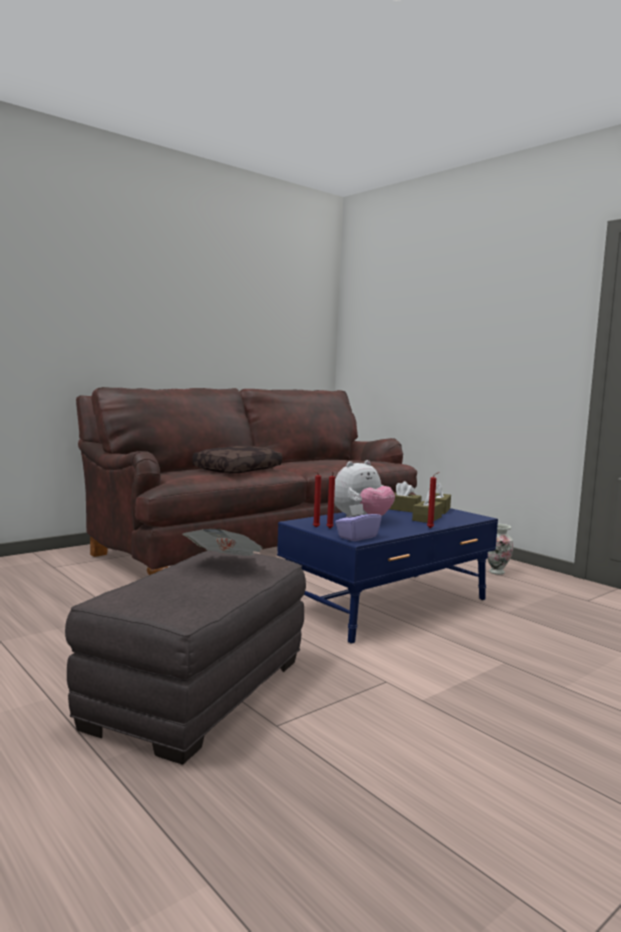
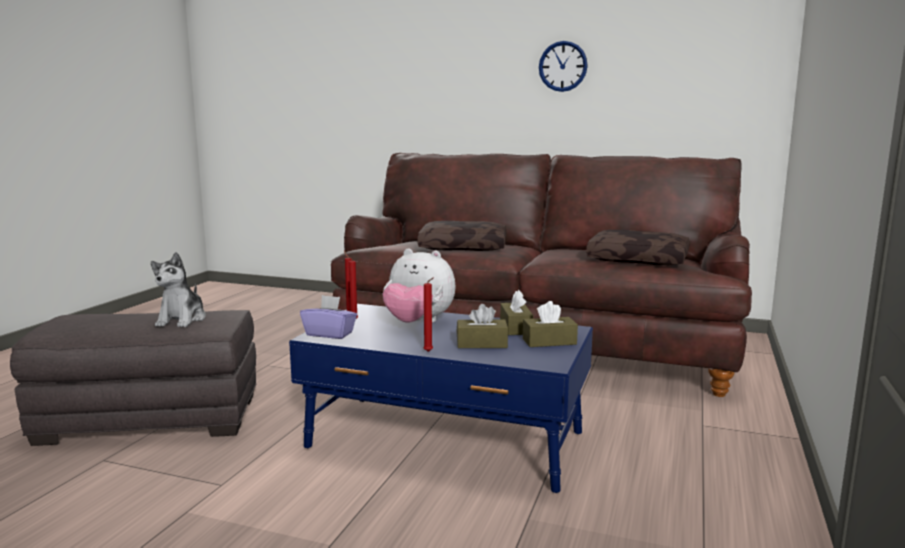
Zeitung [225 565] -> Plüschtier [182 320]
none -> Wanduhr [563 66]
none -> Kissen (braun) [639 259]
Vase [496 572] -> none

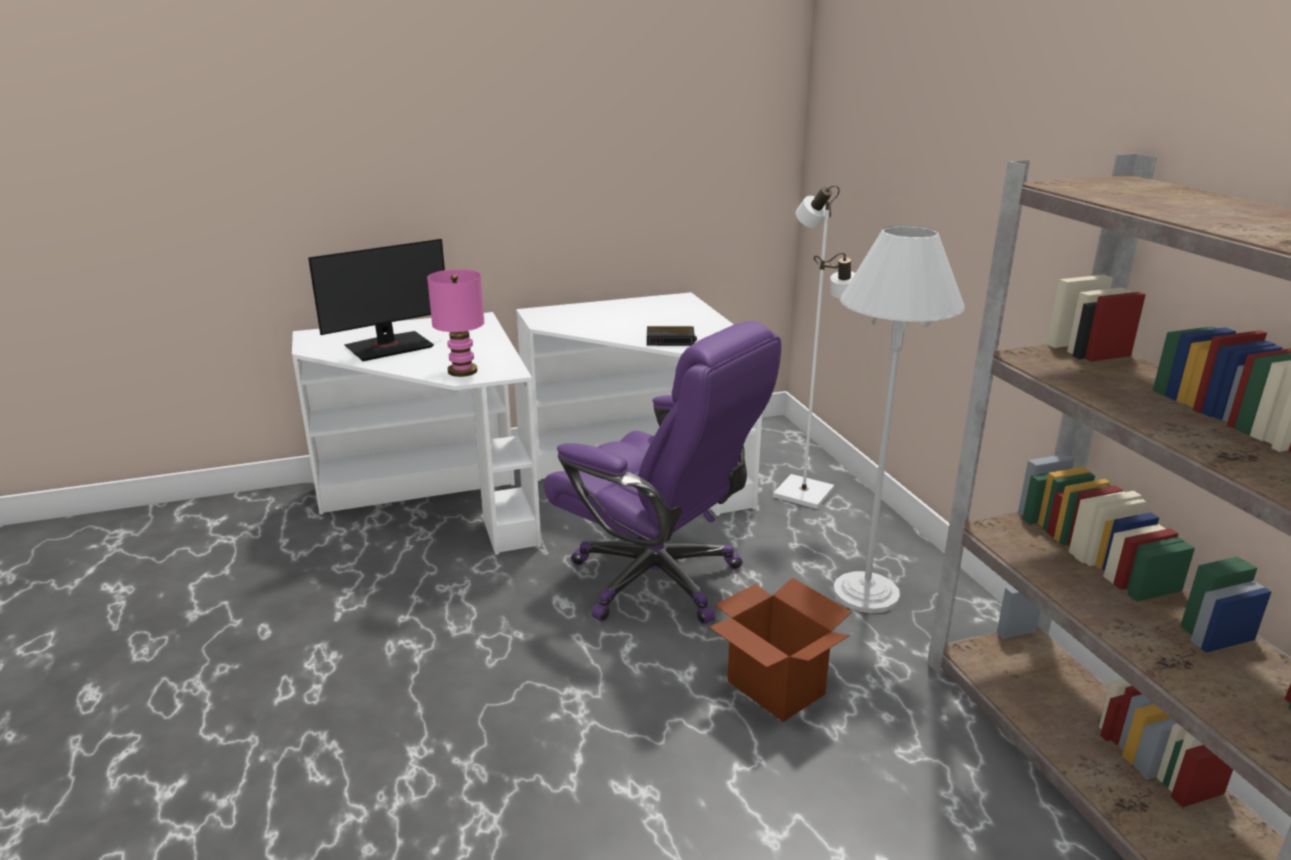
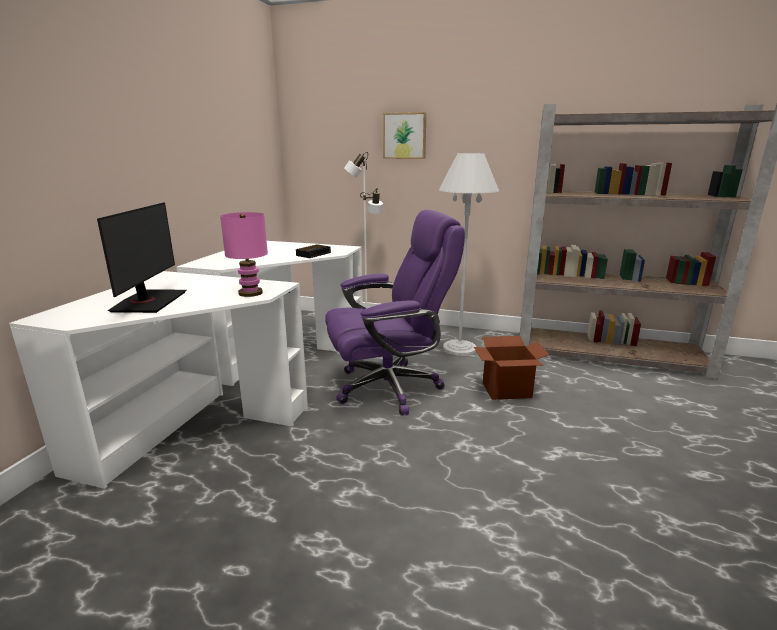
none -> Bild [405 136]

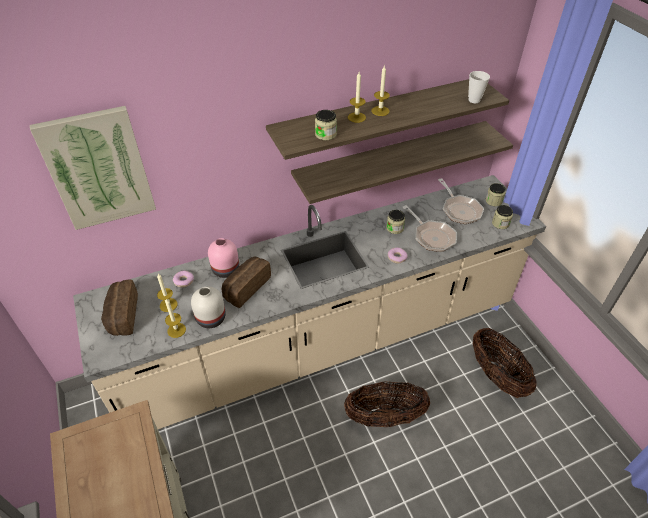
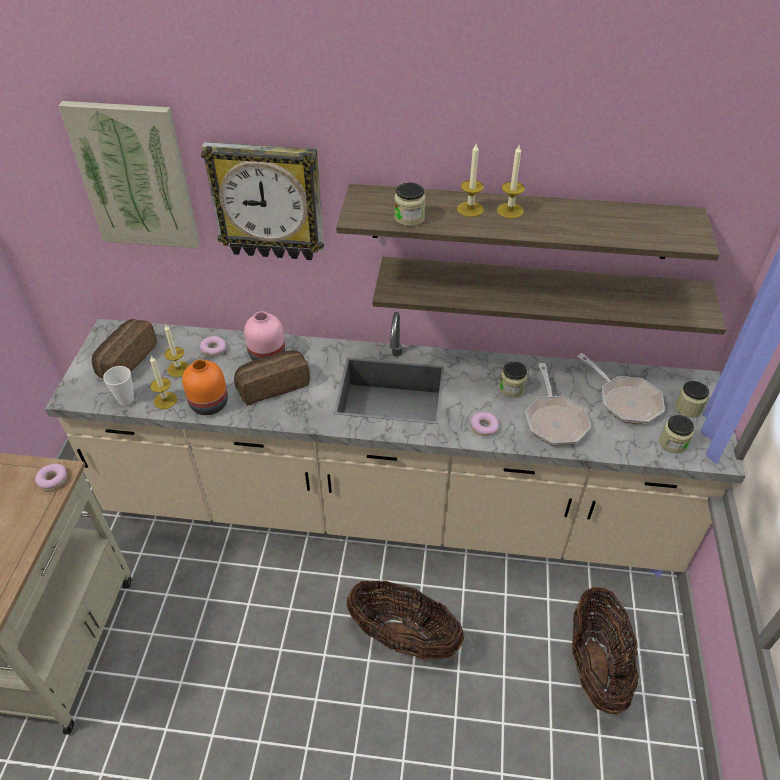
none -> Donut [53 480]
Tasse [474 100] -> Tasse [126 399], move
Vase (weiß) [212 318] -> Vase (orange) [210 404]
none -> Wanduhr [268 201]
Pfanne [459 210] -> Pfanne [625 400], 45 degrees counterclockwise

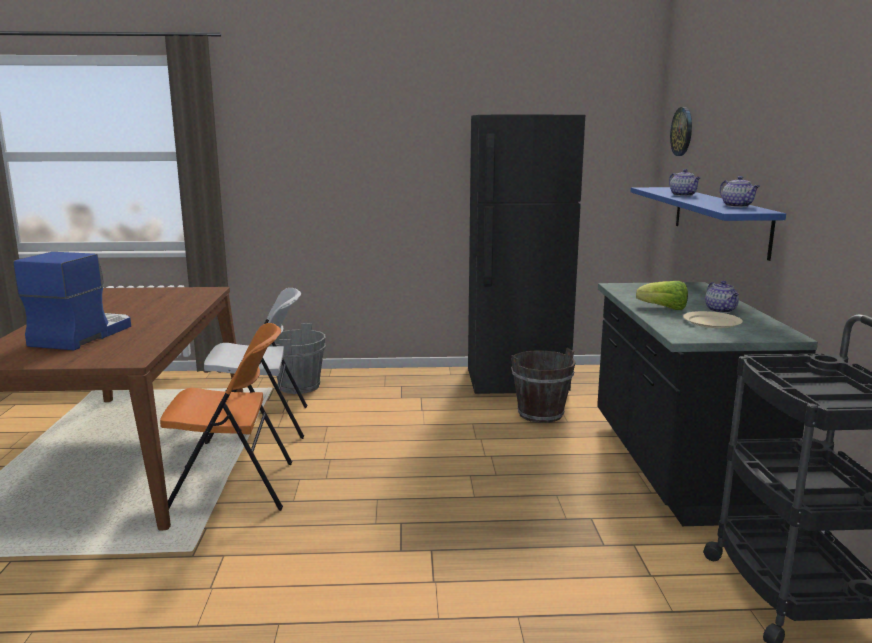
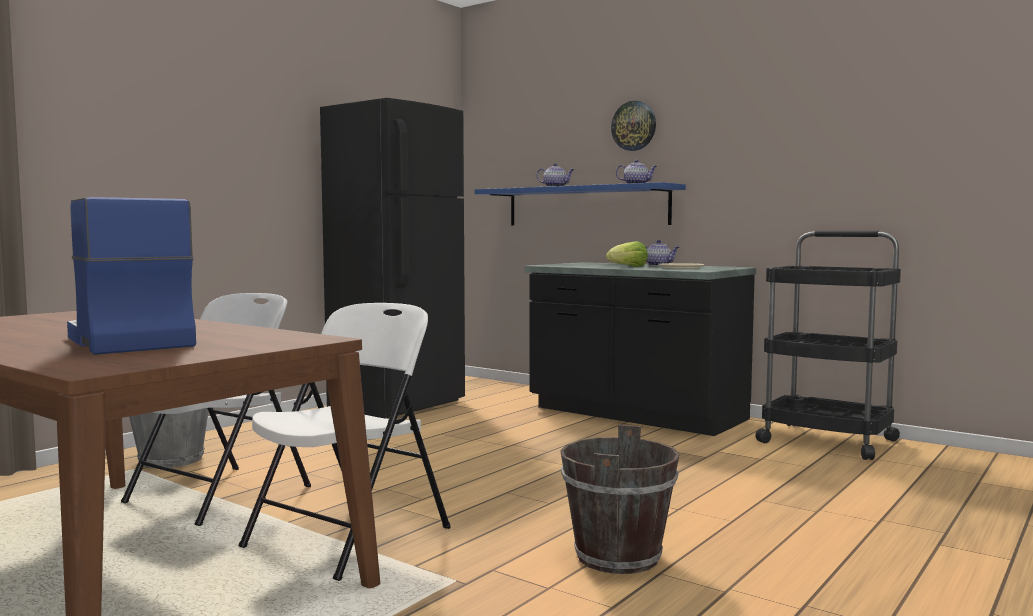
Stuhl (orange) [231 488] -> Stuhl (weiß) [348 537]
Eimer (braun) [540 414] -> Eimer (braun) [618 557], move
Wanduhr [682 131] -> Wanduhr [634 126], move

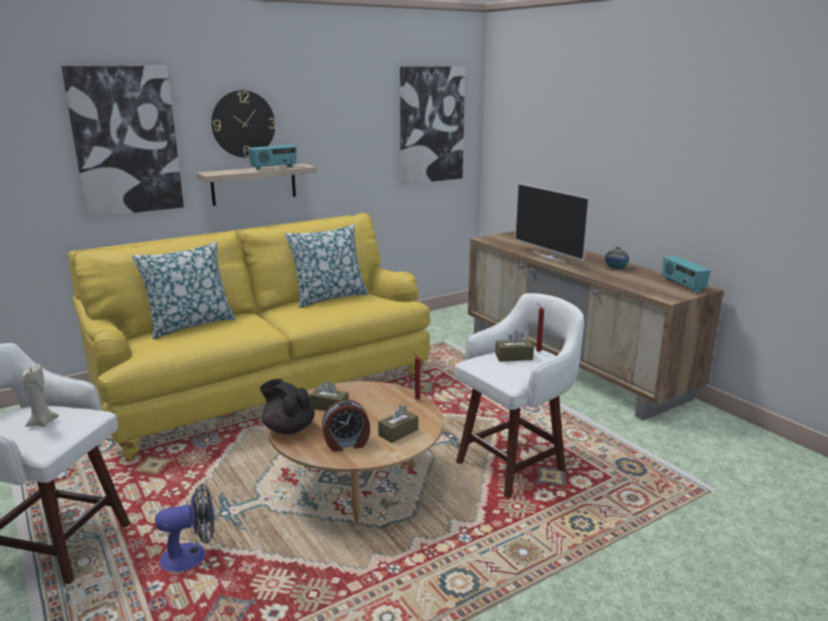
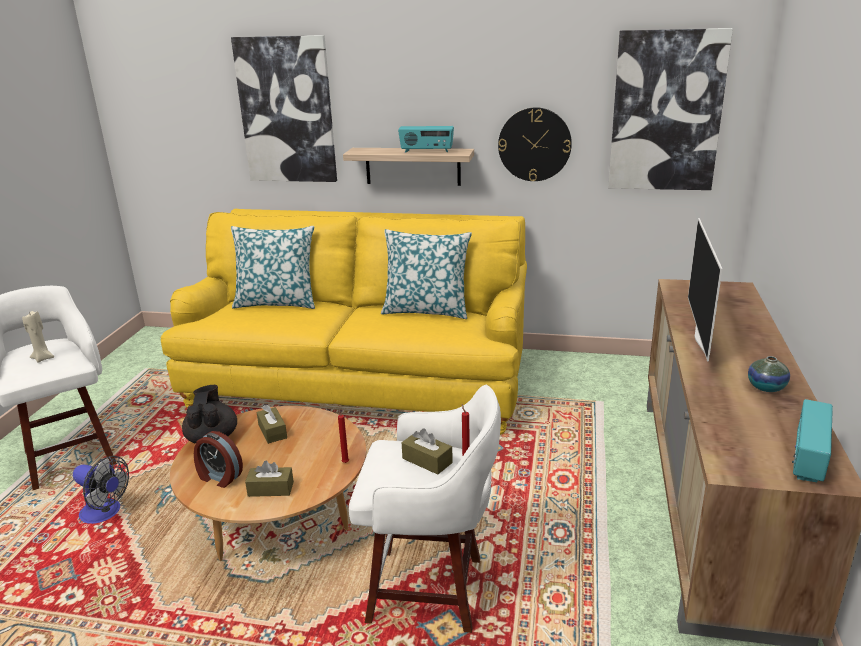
Wanduhr [243 124] -> Wanduhr [534 144], move

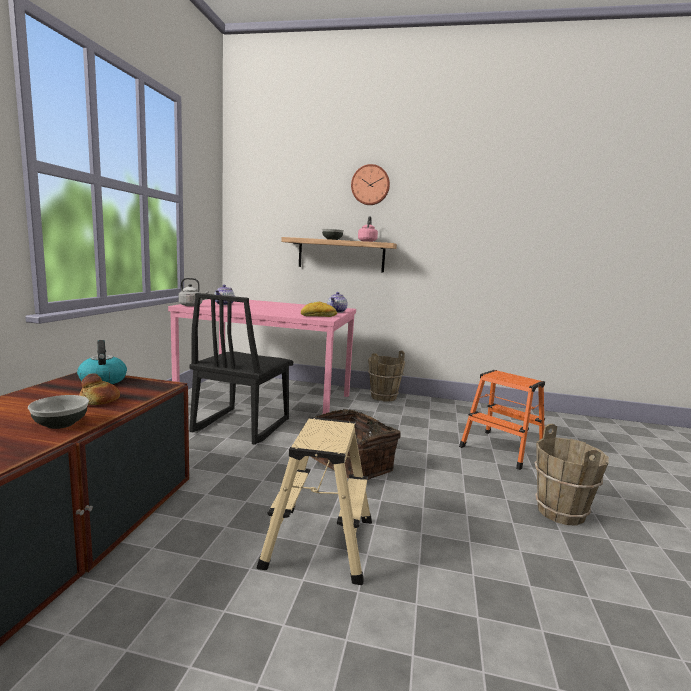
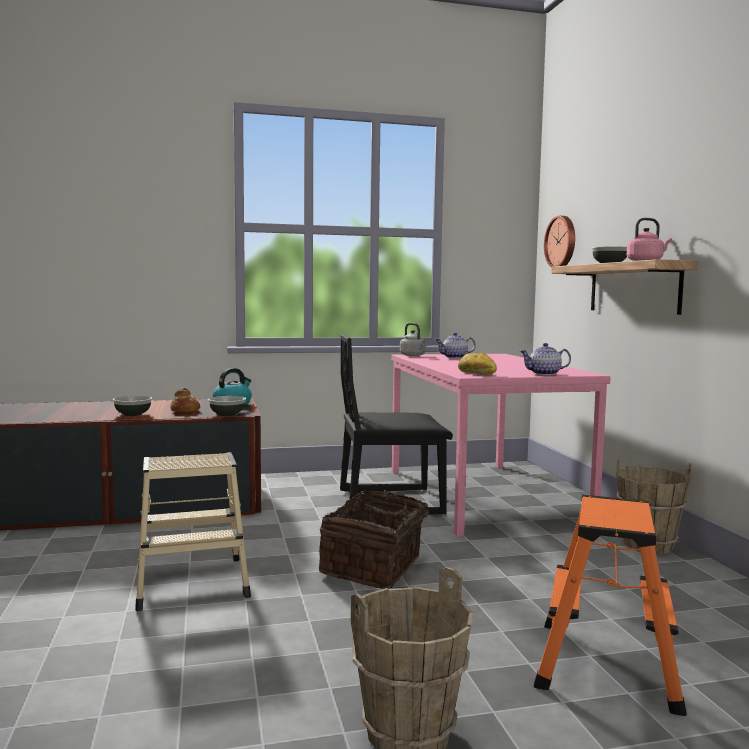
none -> Schüssel [227 414]
Wanduhr [370 185] -> Wanduhr [561 242], move

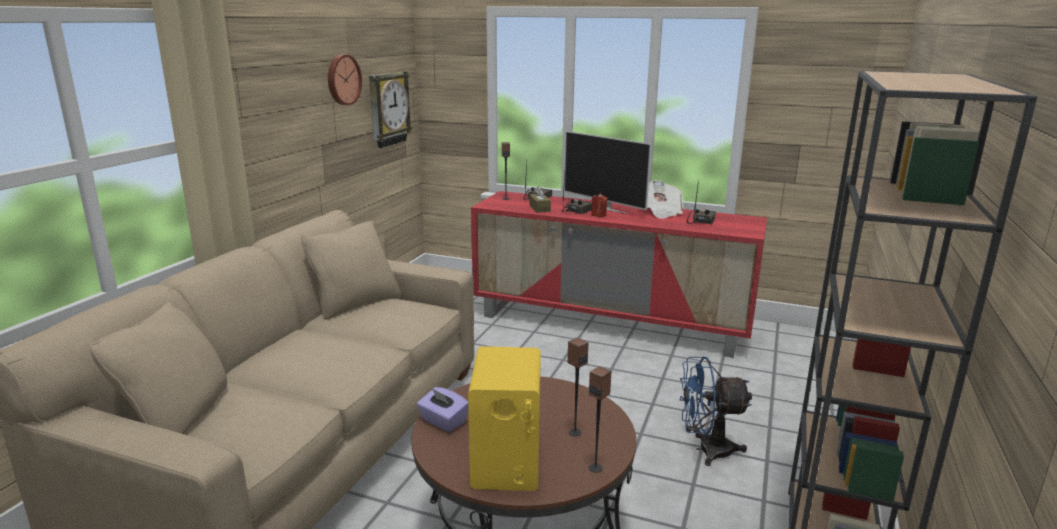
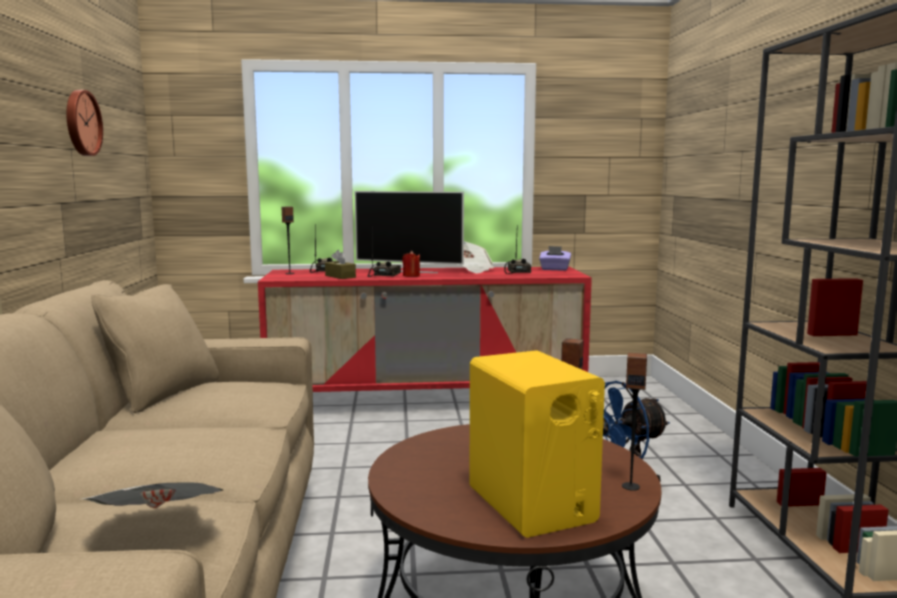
none -> Zeitung [159 528]
Taschentuchbox (lila) [443 421] -> Taschentuchbox (lila) [554 269], move
Wanduhr [388 109] -> none

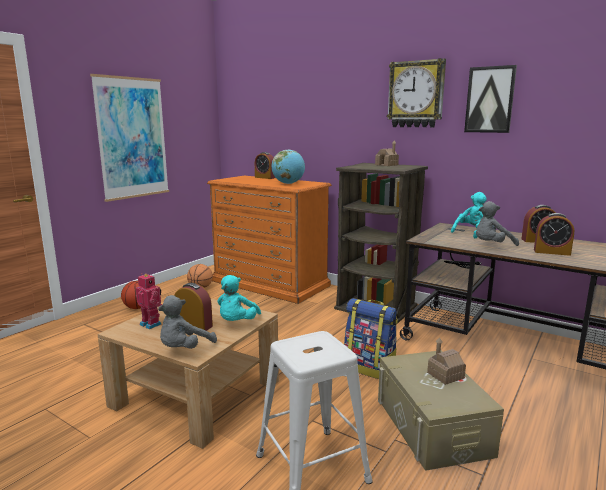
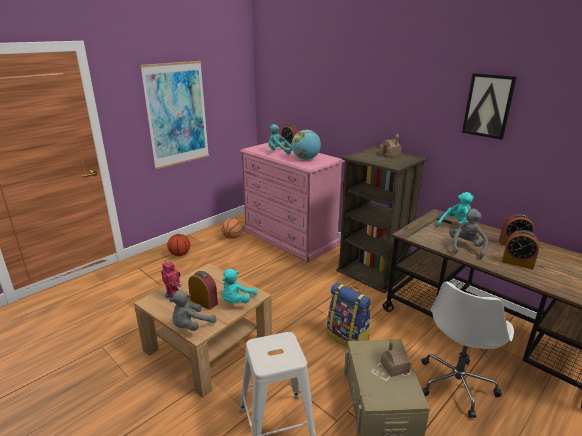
Kommode (orange) [270 283] -> Kommode (rosa) [290 237]
none -> Plüschtier (türkis) [278 152]
none -> Bürostuhl (weiß) [455 387]
Plüschtier (grau) [491 245] -> Plüschtier (grau) [466 248], 120 degrees clockwise
Wanduhr [416 94] -> none

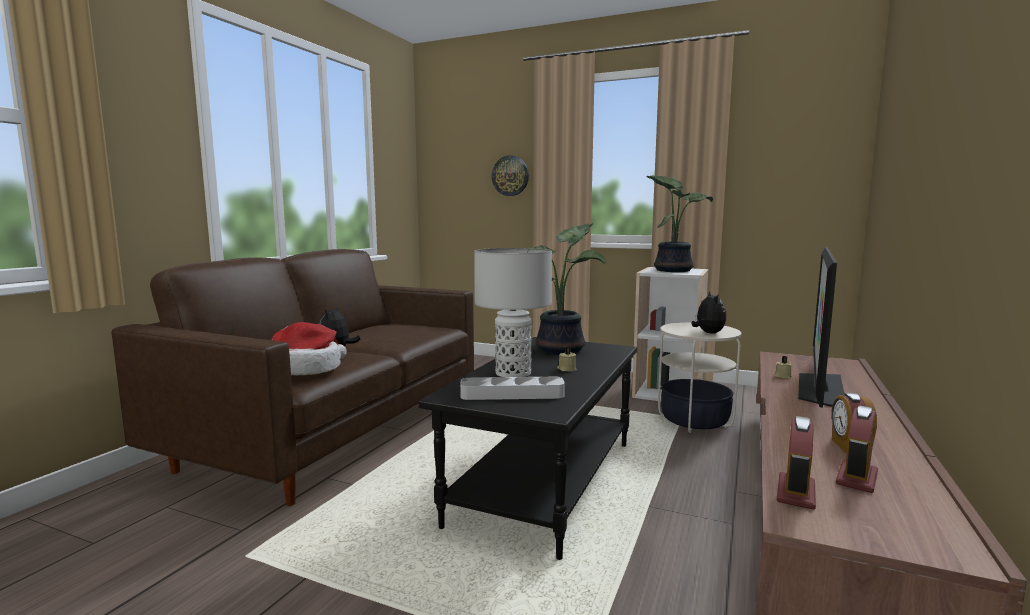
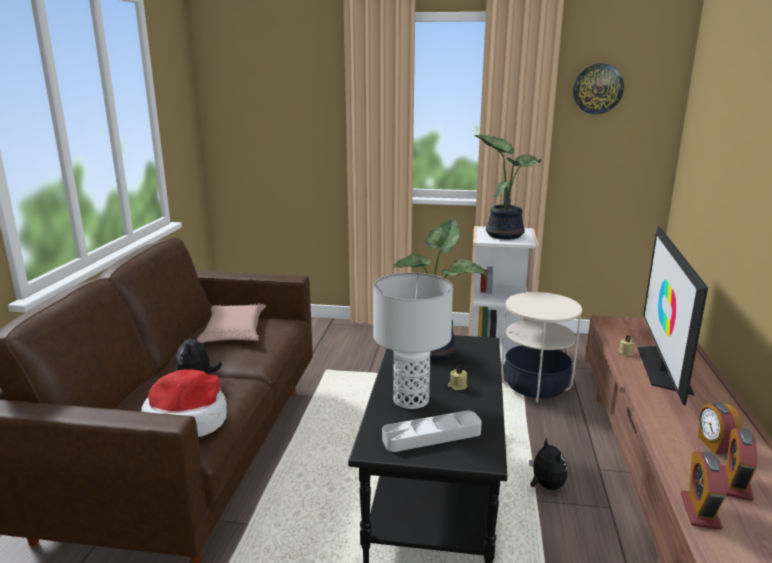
none -> Kissen (beige) [234 329]
Plüschtier [708 333] -> Plüschtier [545 486], move
Wanduhr [510 176] -> Wanduhr [597 89], move

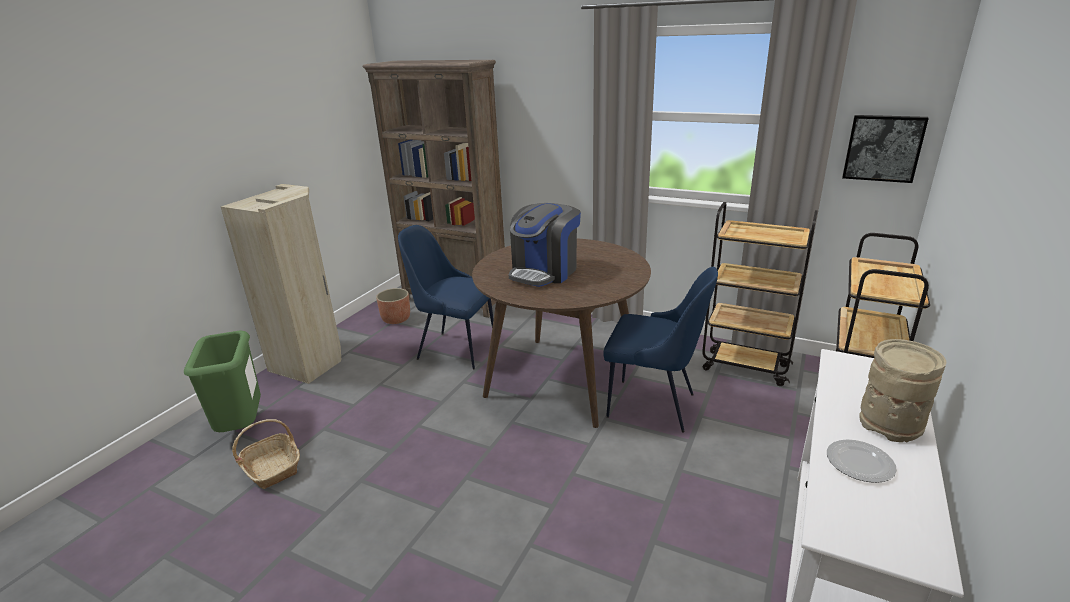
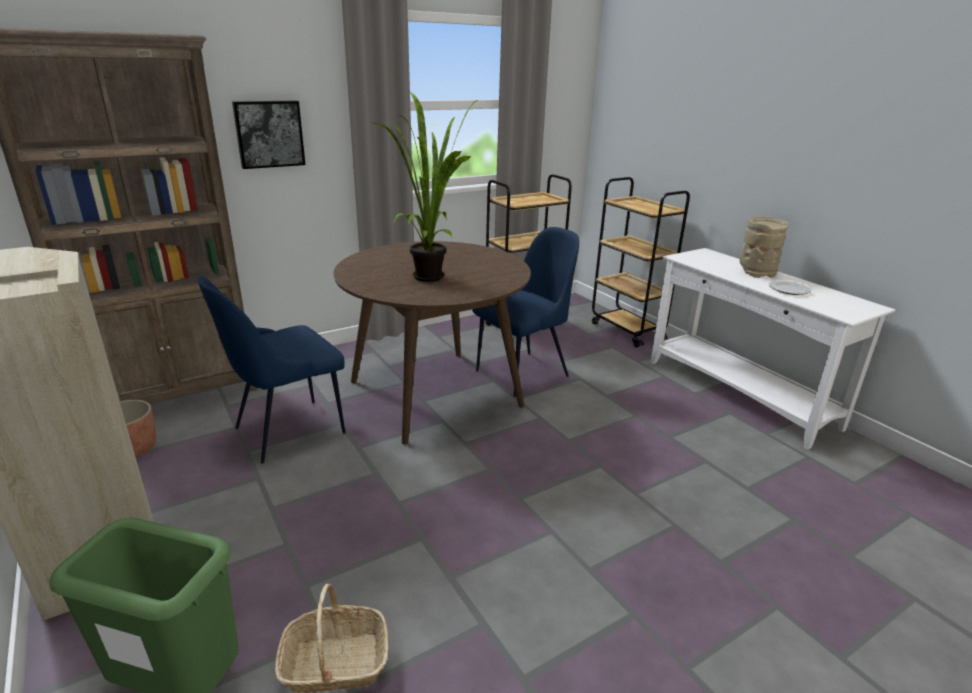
Bild [883 148] -> Bild [269 134], move
Kaffeemaschine [544 272] -> Topfpflanze [430 274]

